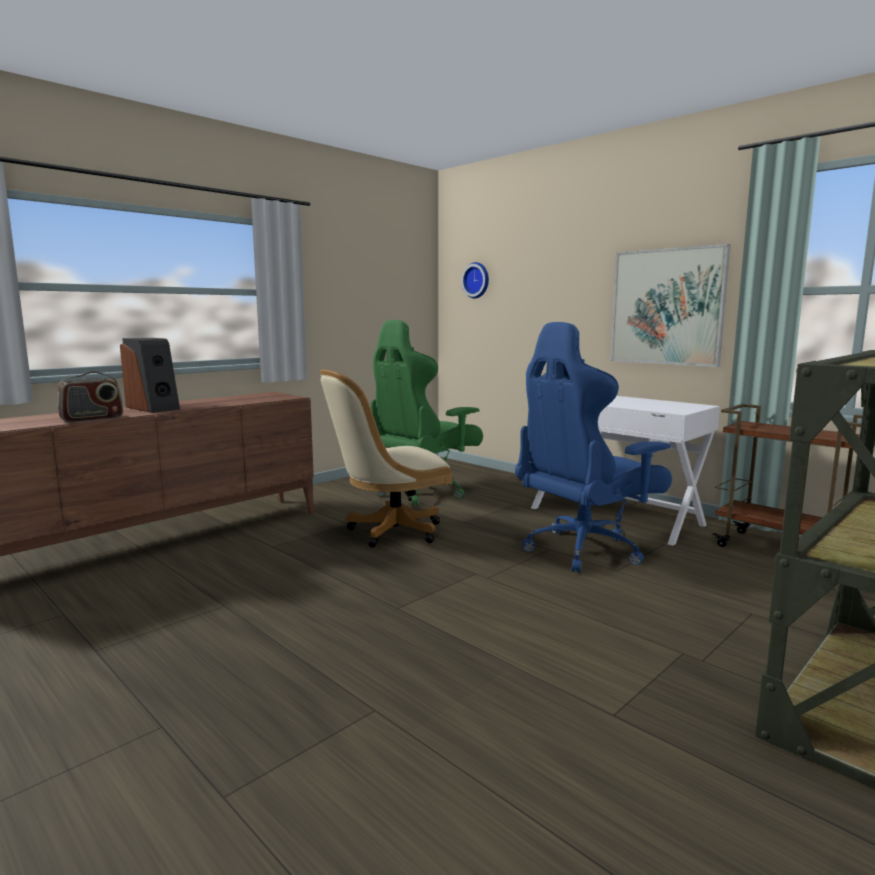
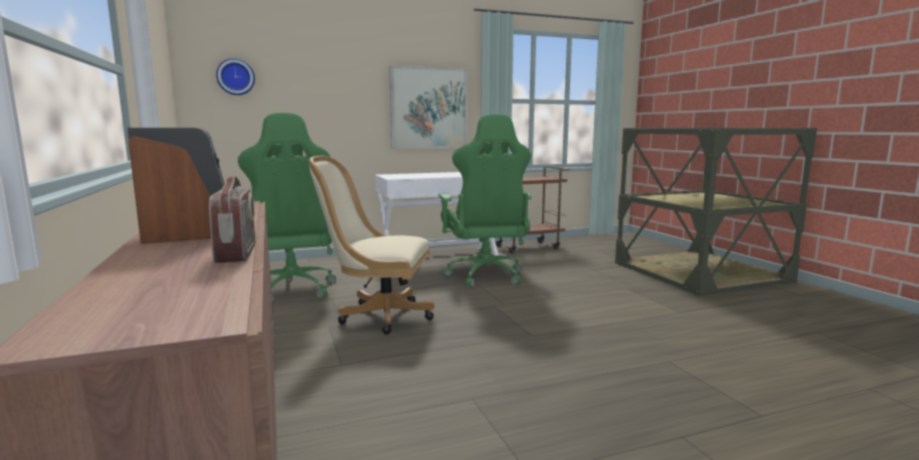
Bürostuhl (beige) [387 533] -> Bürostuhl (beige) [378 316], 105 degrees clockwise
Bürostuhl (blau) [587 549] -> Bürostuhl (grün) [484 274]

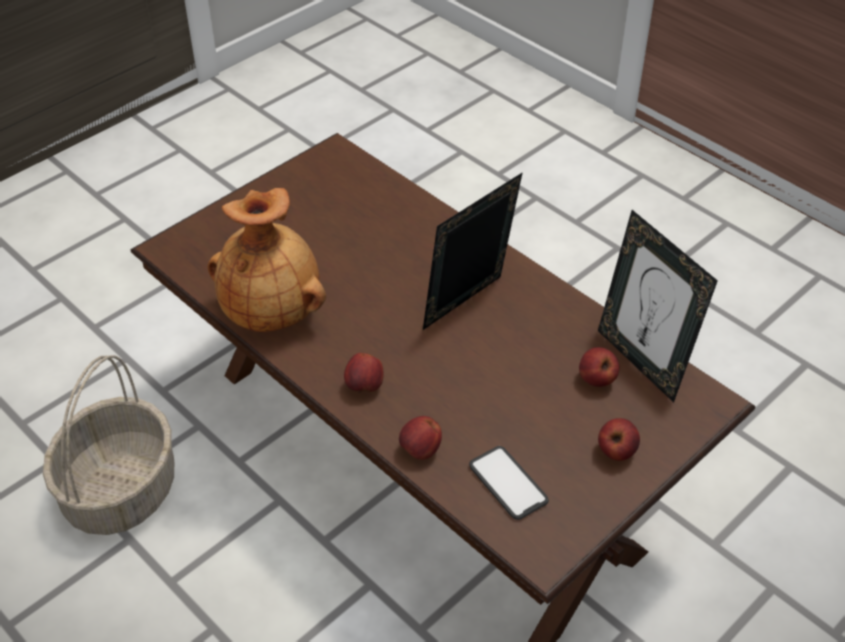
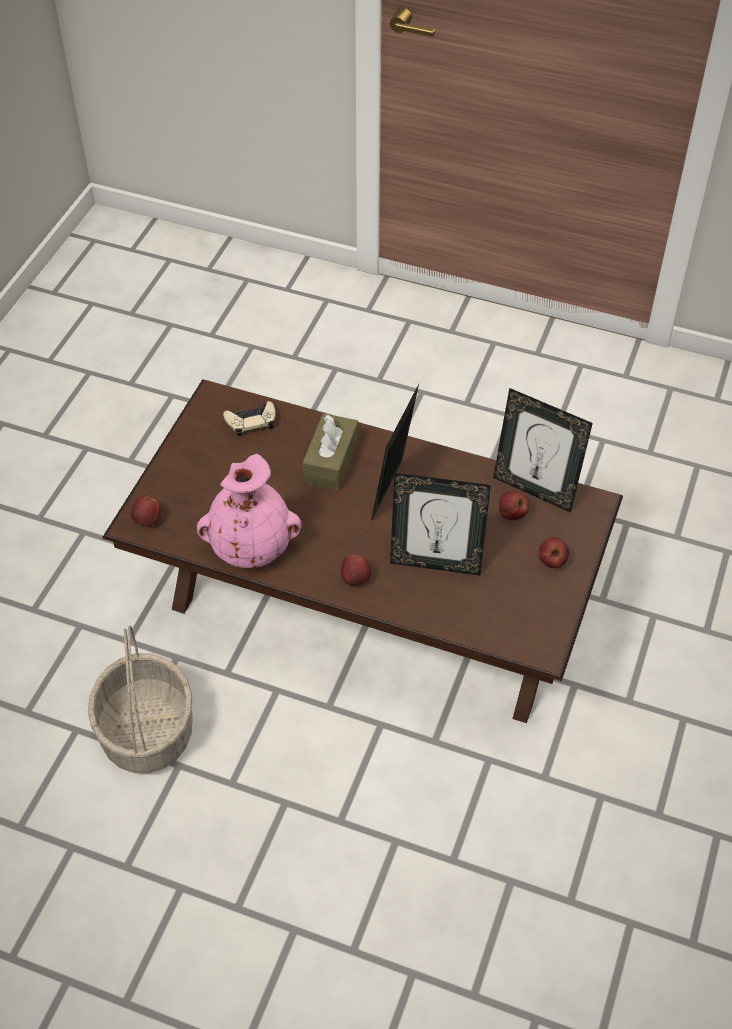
Apfel [420 451] -> Apfel [147 521], move
Vase (braun) [272 312] -> Vase (rosa) [251 547]
none -> Gamepad (beige) [251 421]
none -> Taschentuchbox (braun) [331 461]
none -> Bilderrahmen [436 563]
Handy [508 483] -> none

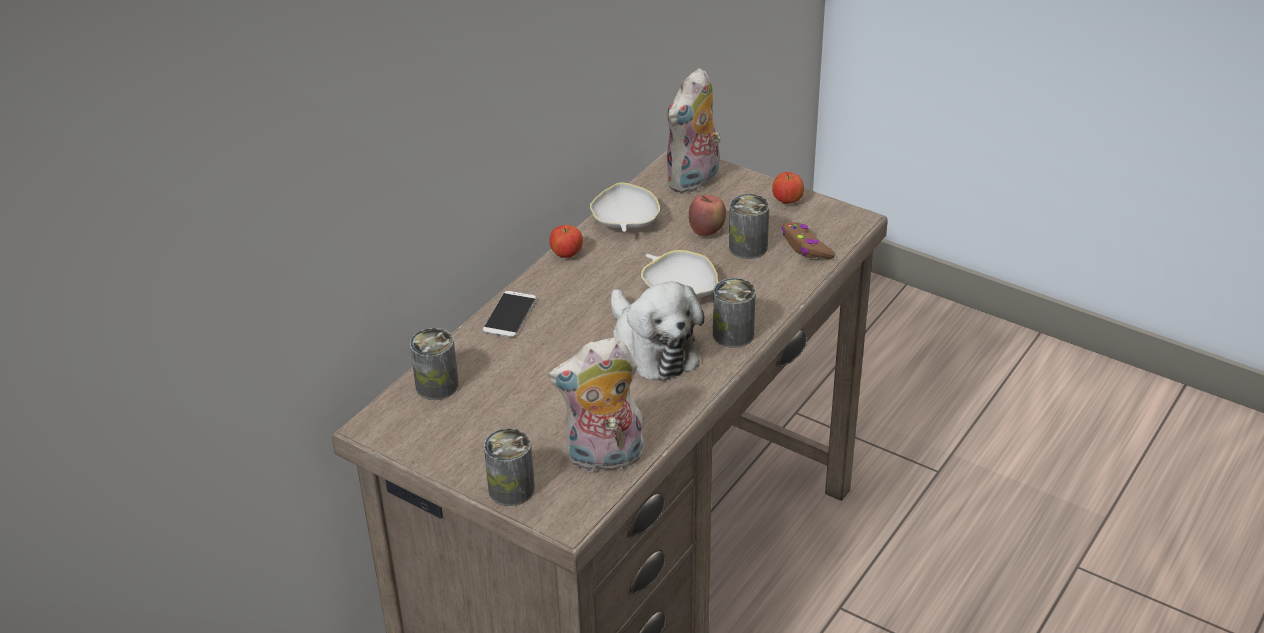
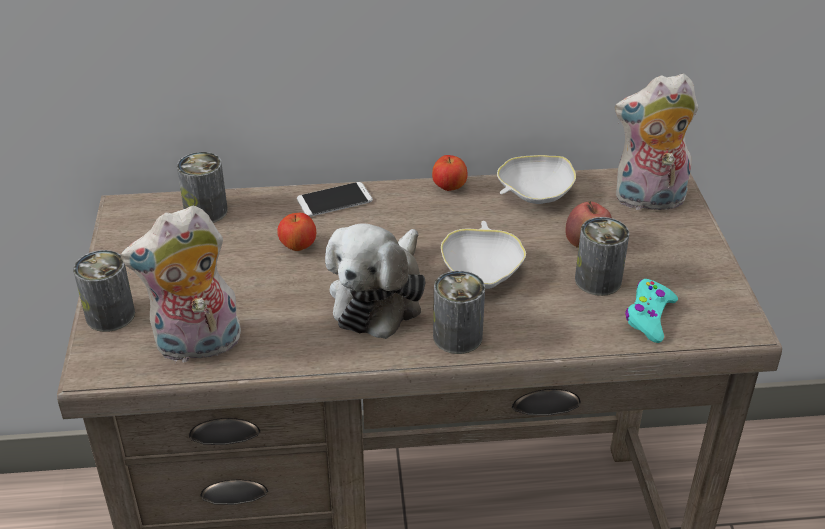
Plüschtier [603 458] -> Plüschtier [197 347], 60 degrees counterclockwise
Apfel [787 201] -> Apfel [298 247], move
Gamepad (braun) [806 247] -> Gamepad (türkis) [649 317]

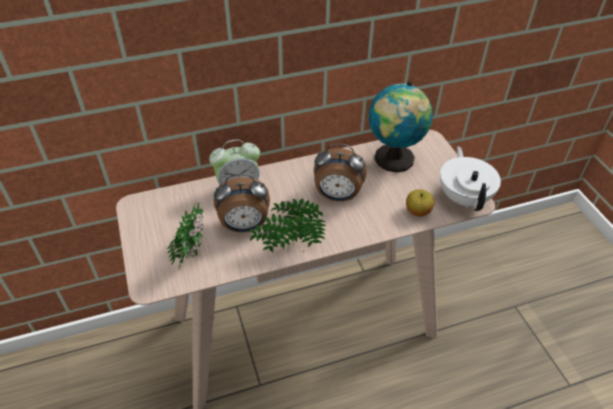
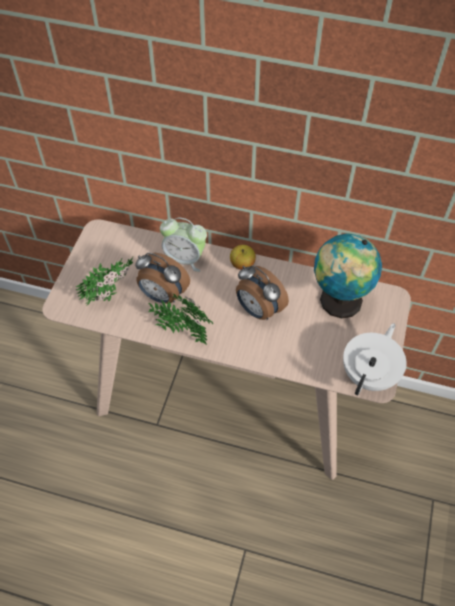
Apfel [418 211] -> Apfel [242 264], move

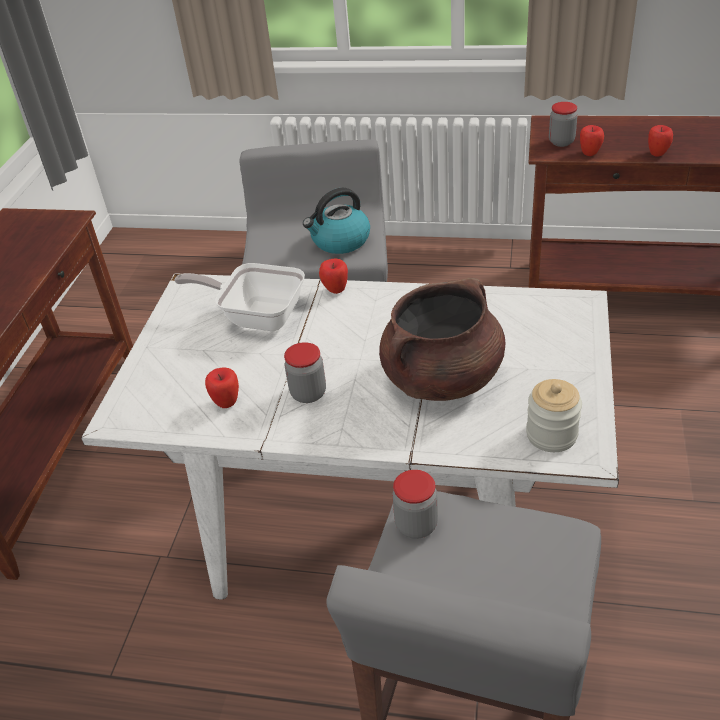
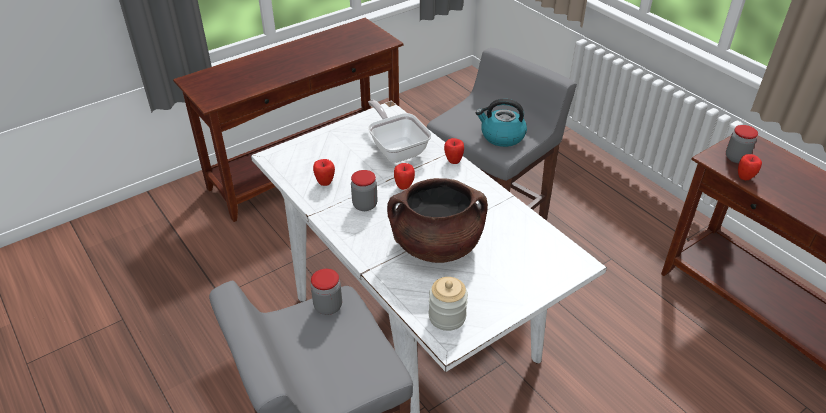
Apfel [657 154] -> Apfel [404 187], move

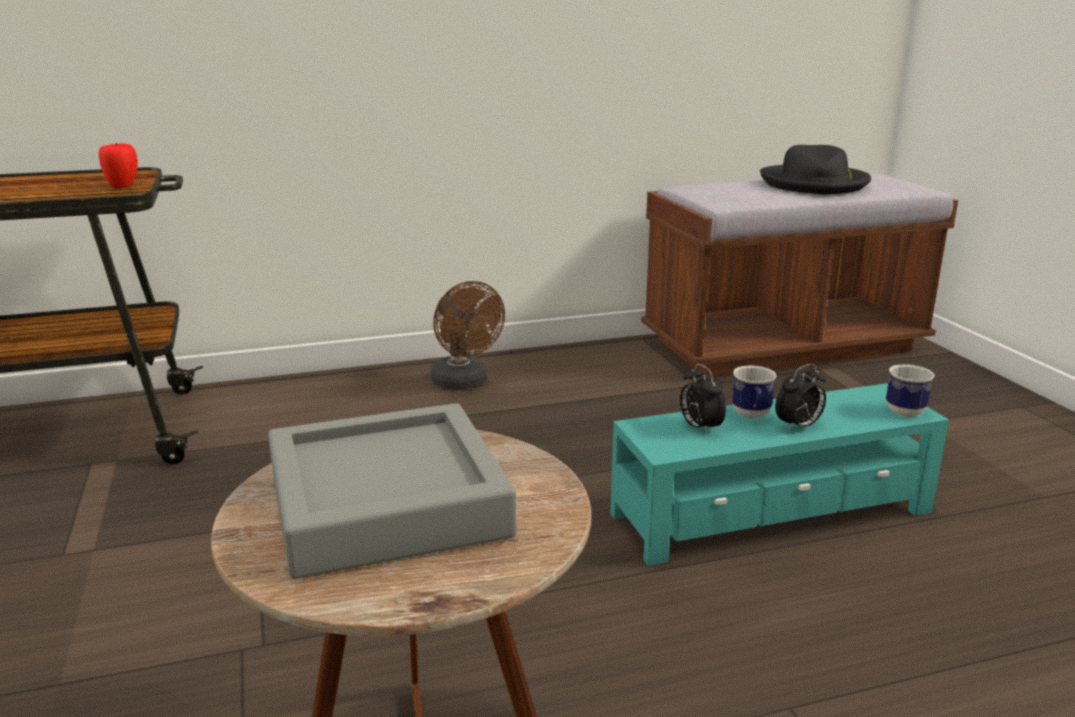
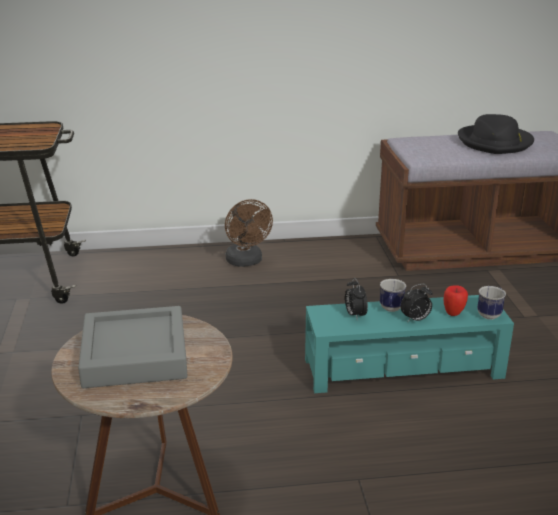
Apfel [123 186] -> Apfel [453 313], move

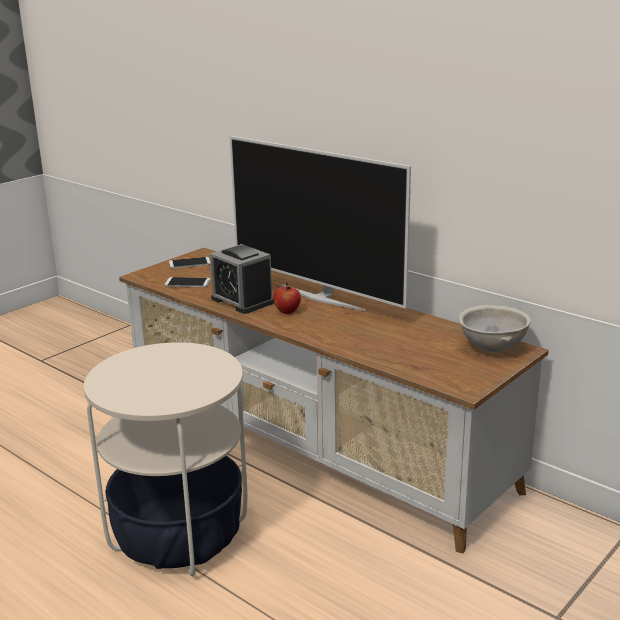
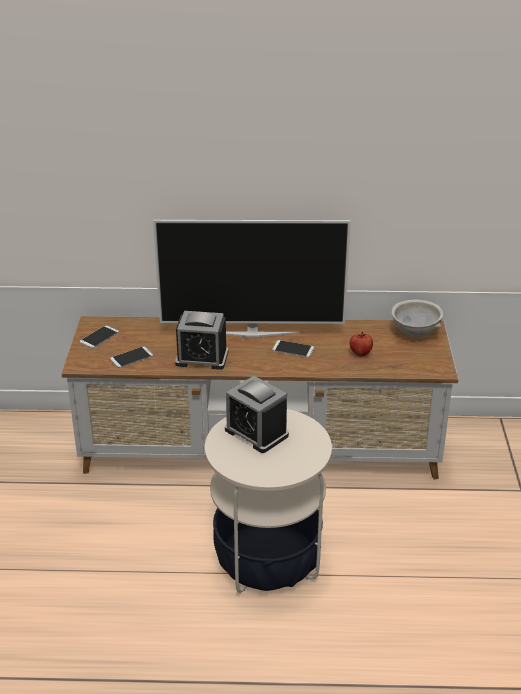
none -> Wecker [256 432]
none -> Handy [293 349]
Apfel [287 311] -> Apfel [360 353], move

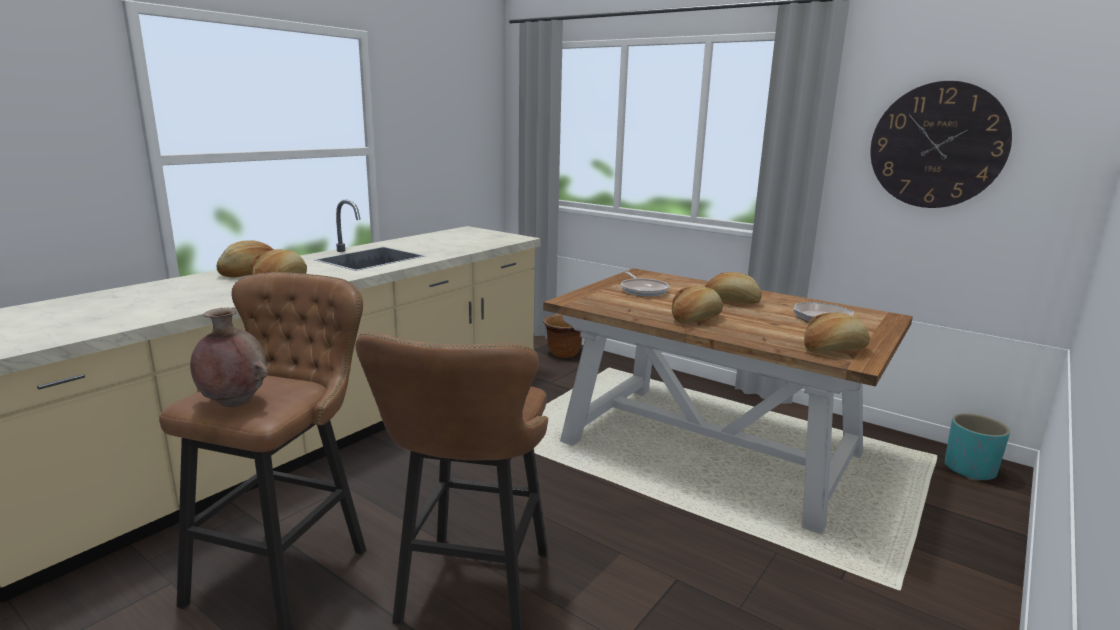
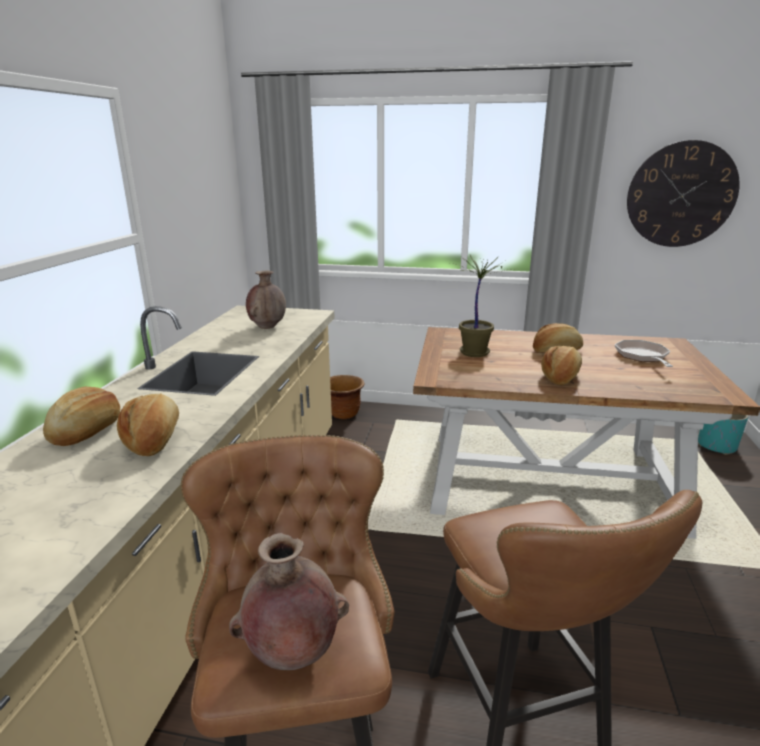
none -> Vase (braun) [267 327]
Pfanne [643 290] -> Topfpflanze [474 352]
Brot [834 349] -> none

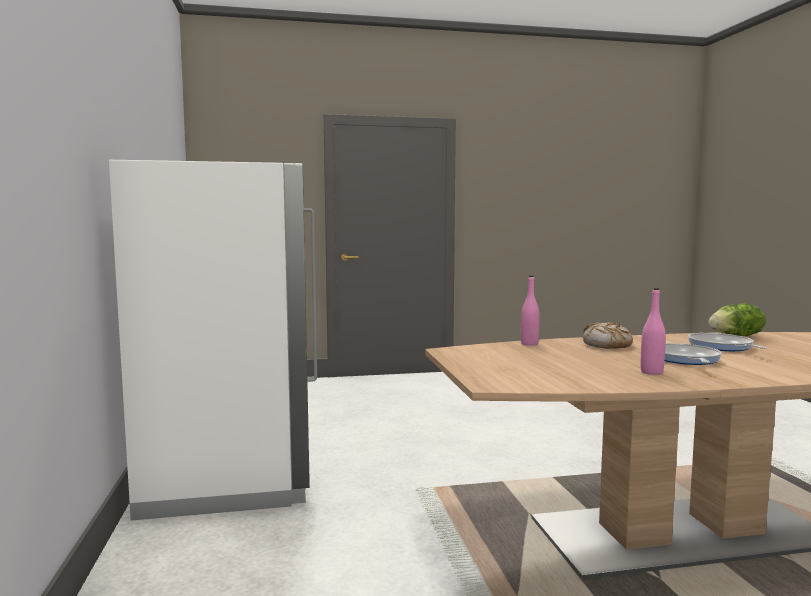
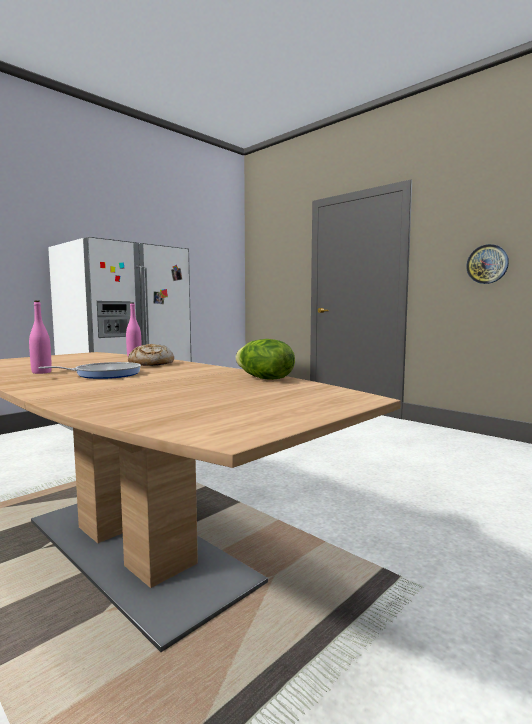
none -> Wanduhr [487 264]
Pfanne [722 347] -> none

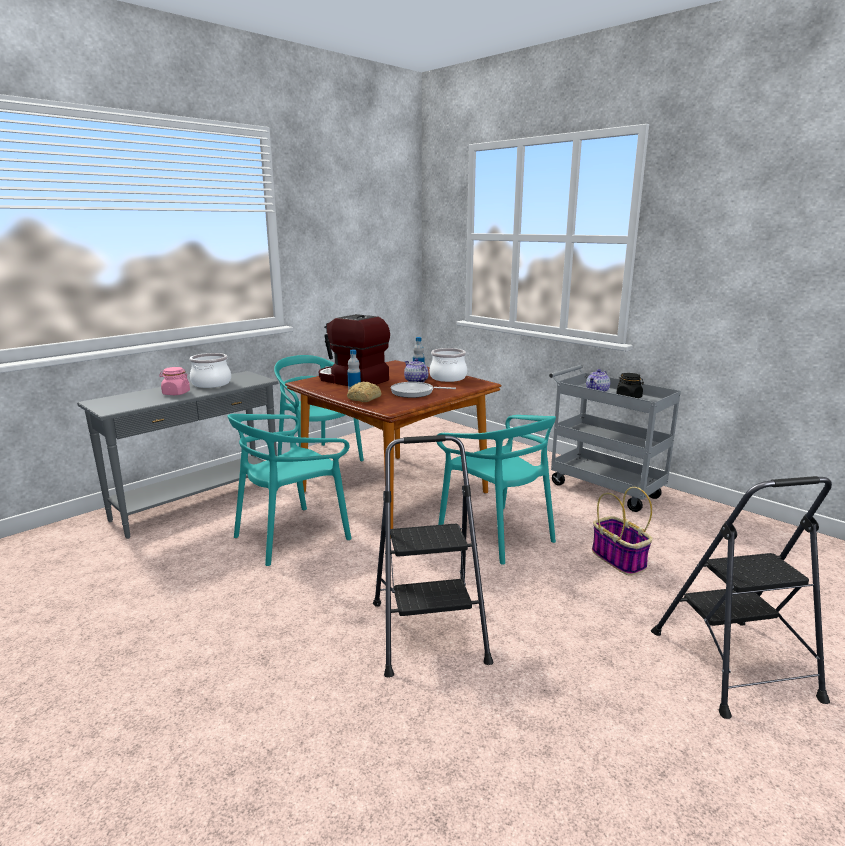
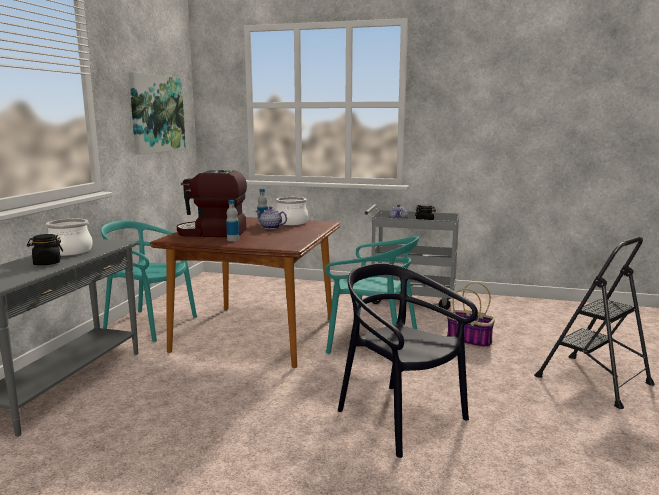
Vorratsglas (rosa) [176 393] -> Vorratsglas (schwarz) [47 263]
none -> Bild [157 114]
Trittleiter (schwarz) [428 627] -> Stuhl (schwarz) [400 418]
Stuhl (türkis) [292 536] -> none
Brot [363 399] -> none
Pfanne [415 393] -> none

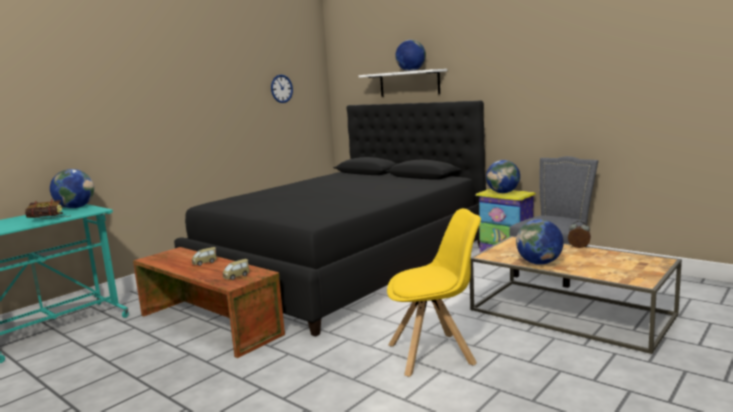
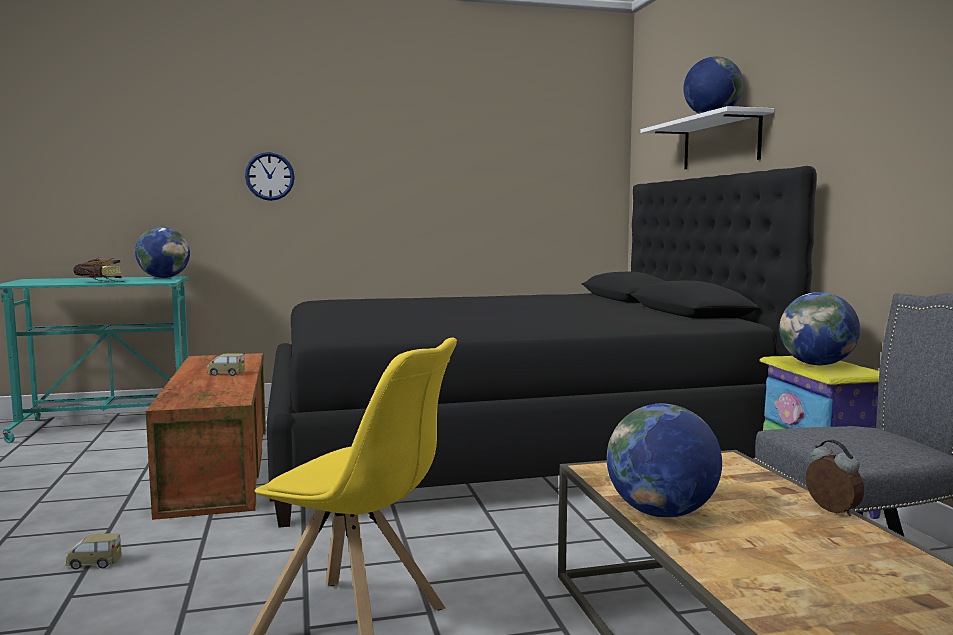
Spielzeugauto [236 276] -> Spielzeugauto [94 563], move
Wanduhr [281 88] -> Wanduhr [269 176], move

